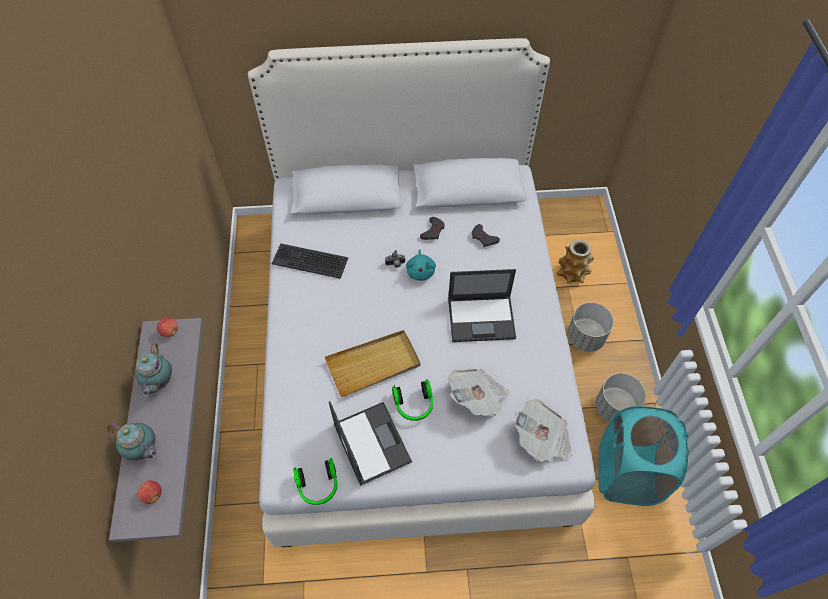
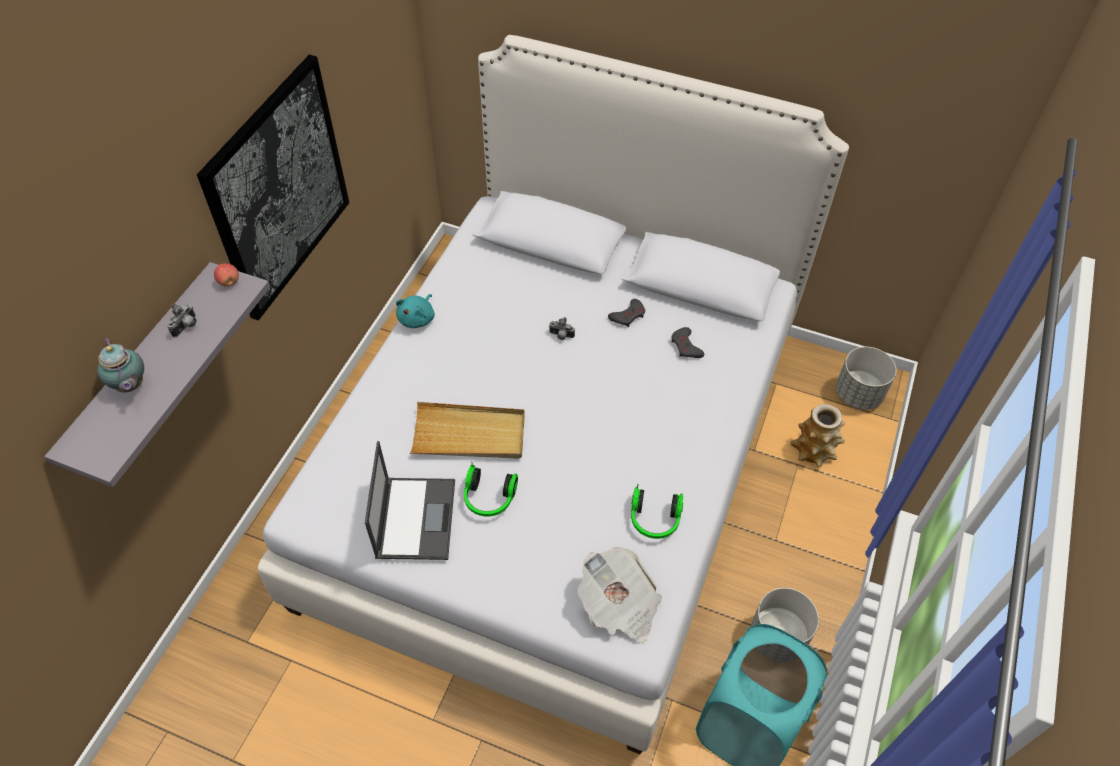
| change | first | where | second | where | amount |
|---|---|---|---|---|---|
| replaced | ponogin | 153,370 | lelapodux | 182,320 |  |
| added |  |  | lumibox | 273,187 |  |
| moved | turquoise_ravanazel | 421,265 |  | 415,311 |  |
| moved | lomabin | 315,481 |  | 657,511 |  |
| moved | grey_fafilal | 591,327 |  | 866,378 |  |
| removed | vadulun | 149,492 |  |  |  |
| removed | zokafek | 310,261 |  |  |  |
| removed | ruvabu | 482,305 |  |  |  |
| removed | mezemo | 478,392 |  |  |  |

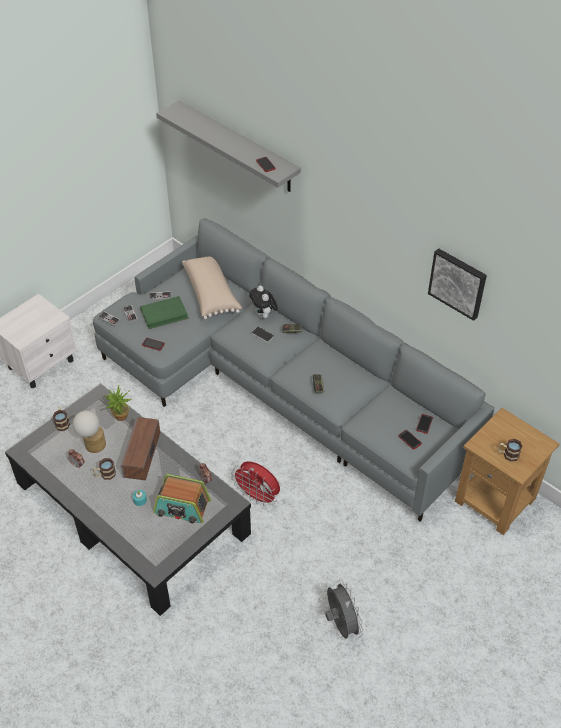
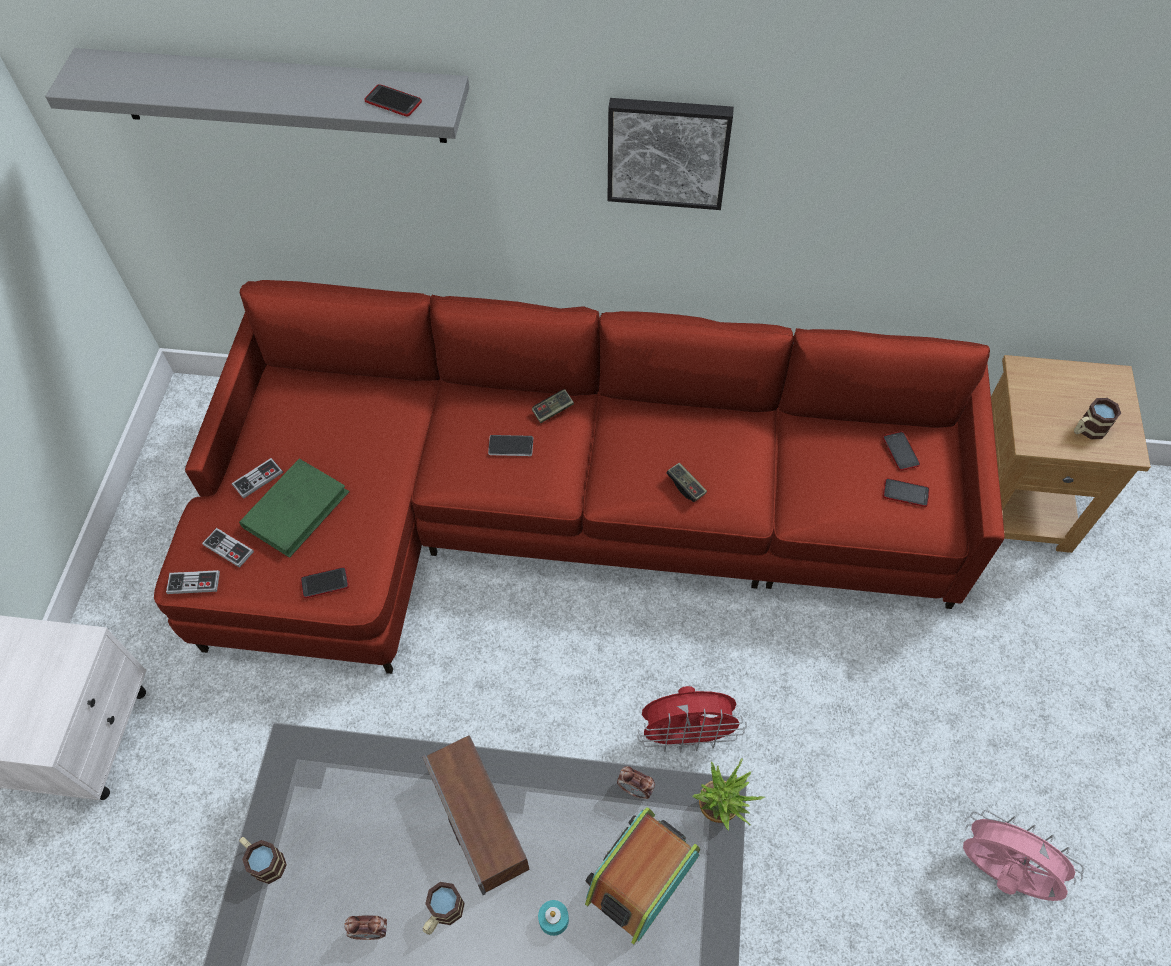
| change | first | where | second | where | amount |
|---|---|---|---|---|---|
| recoloured | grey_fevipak | 294,370 | red_fevipak | 579,477 |  |
| turned | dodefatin | 182,498 |  | 643,876 | 150 degrees clockwise |
| moved | lumibox | 457,284 |  | 671,154 |  |
| moved | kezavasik | 118,403 |  | 728,794 |  |
| recoloured | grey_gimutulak | 344,609 | pink_gimutulak | 1023,855 |  |
| removed | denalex | 89,432 |  |  |  |
| removed | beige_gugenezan | 212,287 |  |  |  |
| removed | ravanazel | 263,302 |  |  |  |

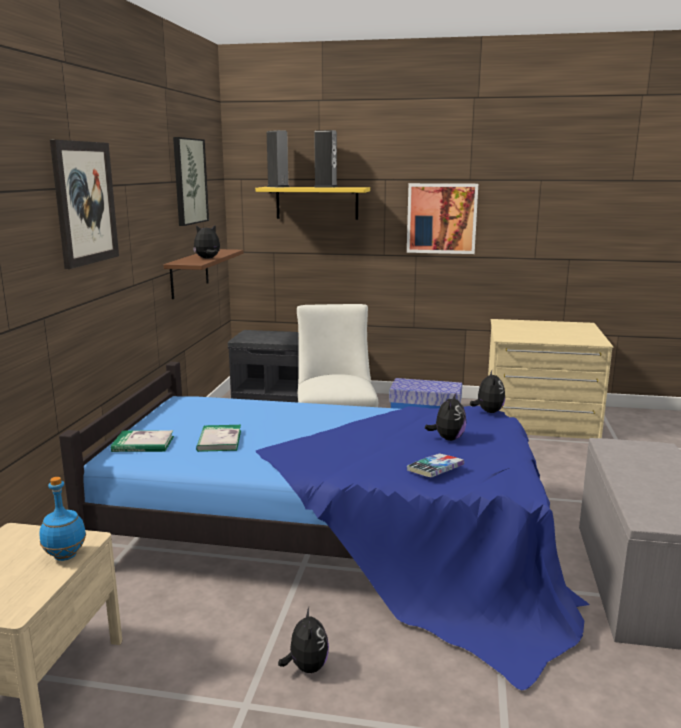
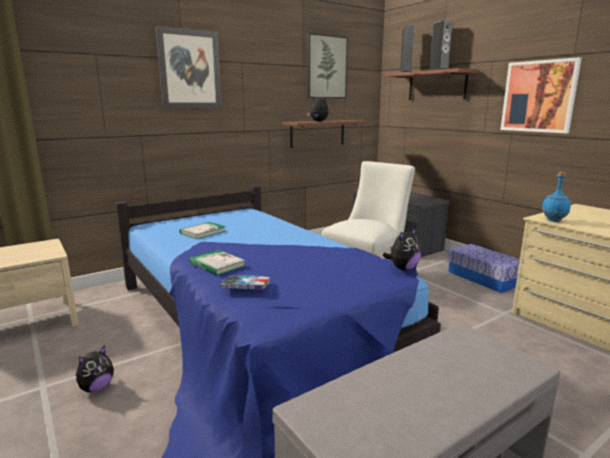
| change | first | where | second | where | amount |
|---|---|---|---|---|---|
| moved | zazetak | 142,441 |  | 217,263 |  |
| recoloured | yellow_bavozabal | 312,203 | brown_bavozabal | 431,84 |  |
| moved | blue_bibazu | 62,519 |  | 556,197 |  |
| removed | ravanazel | 445,417 |  |  |  |

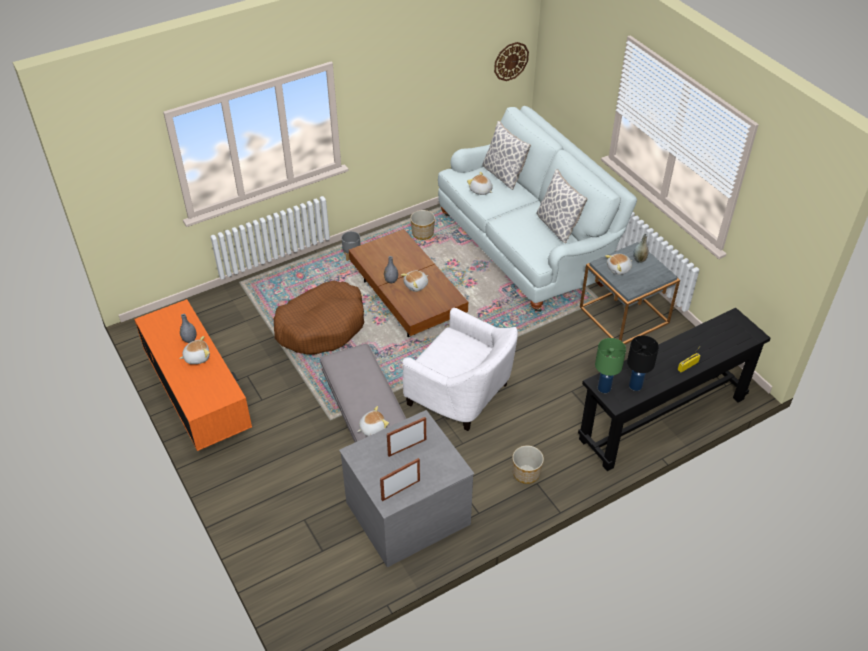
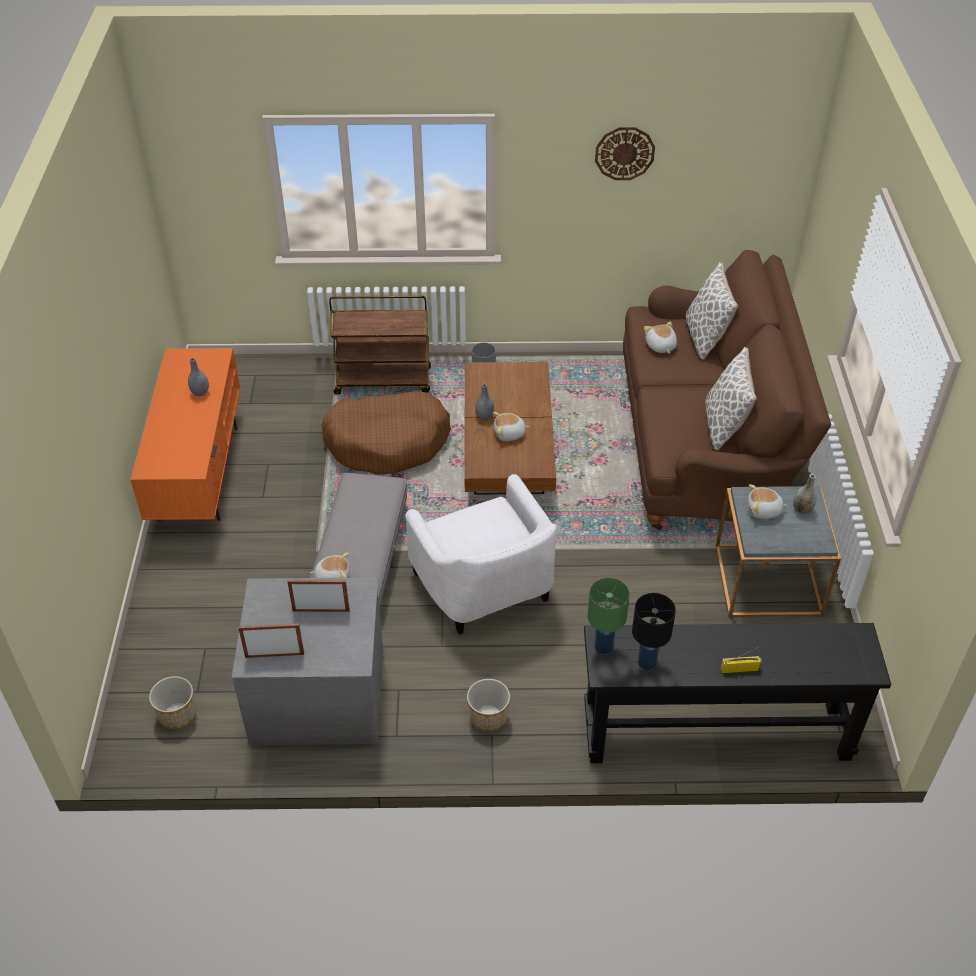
| change | first | where | second | where | amount |
|---|---|---|---|---|---|
| moved | fafilal | 422,225 |  | 172,702 |  |
| added |  |  | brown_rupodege | 380,345 |  |
| moved | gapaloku | 511,61 |  | 625,153 |  |
| recoloured | white_fevipak | 537,209 | brown_fevipak | 727,390 |  |
| removed | ravanazel | 194,350 |  |  |  |

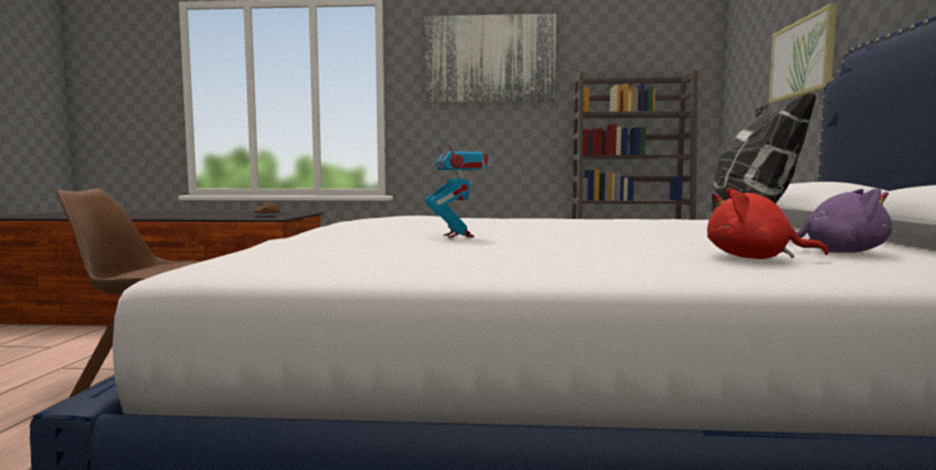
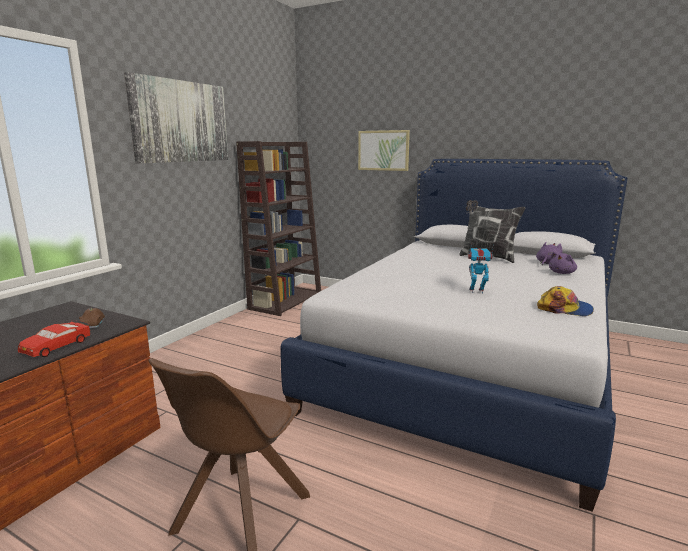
| change | first | where | second | where | amount |
|---|---|---|---|---|---|
| added |  |  | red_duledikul | 54,338 |  |
| added |  |  | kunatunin | 565,301 |  |
| recoloured | red_ravanazel | 768,223 | purple_ravanazel | 563,263 |  |

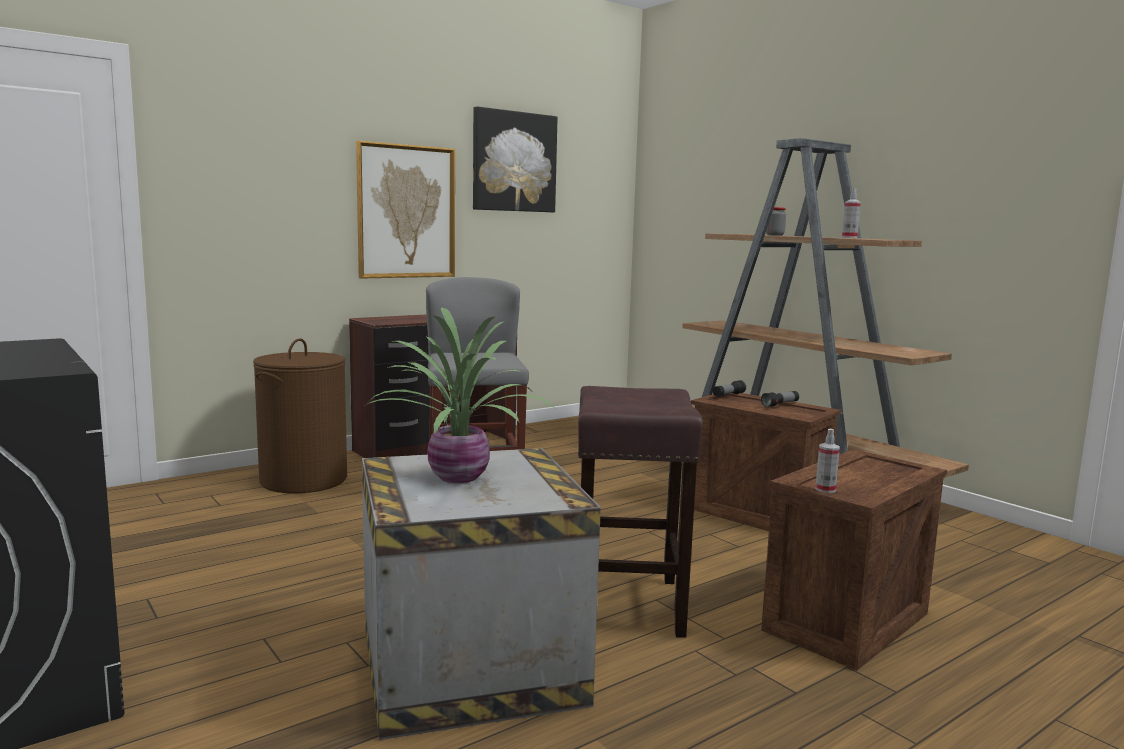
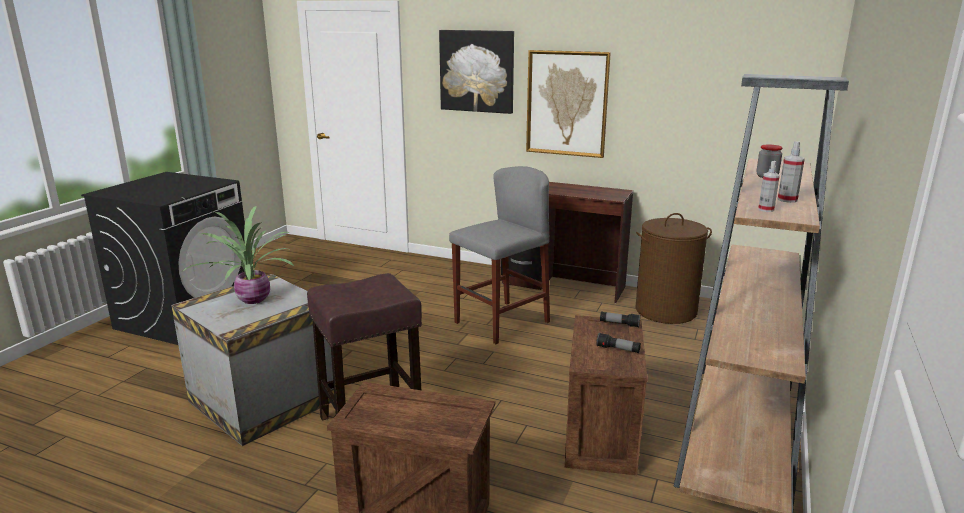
| change | first | where | second | where | amount |
|---|---|---|---|---|---|
| moved | lumibox | 515,159 |  | 476,72 |  |
| moved | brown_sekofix | 300,415 |  | 674,268 |  |
| moved | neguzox | 827,461 |  | 769,186 |  |

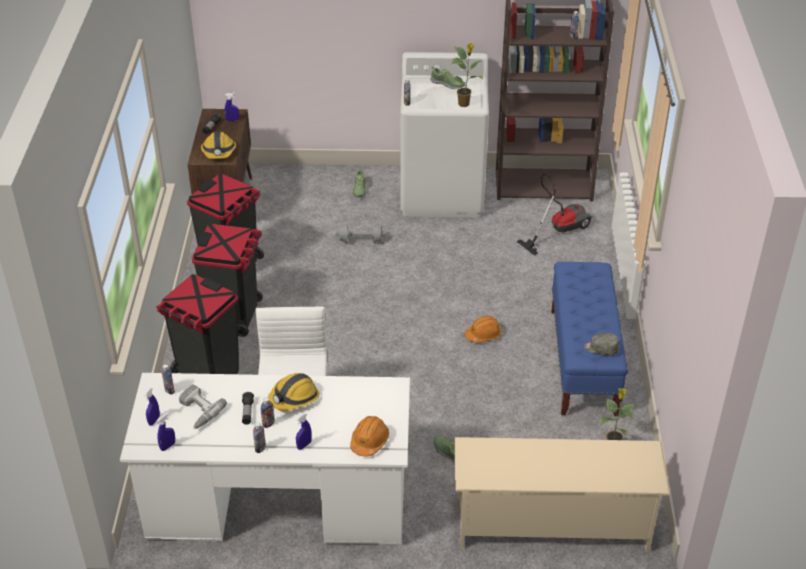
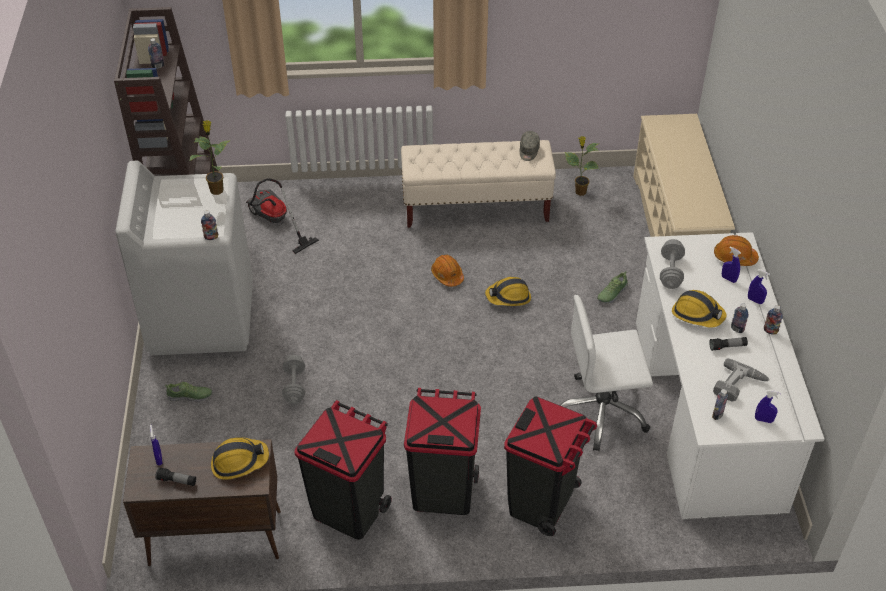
| change | first | where | second | where | amount |
|---|---|---|---|---|---|
| recoloured | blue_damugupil | 589,339 | beige_damugupil | 478,184 |  |
| added |  |  | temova | 508,291 |  |
| added |  |  | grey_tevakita | 672,264 |  |
| moved | blue_neguzox | 166,432 |  | 731,265 |  |
| removed | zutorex | 447,78 |  |  |  |

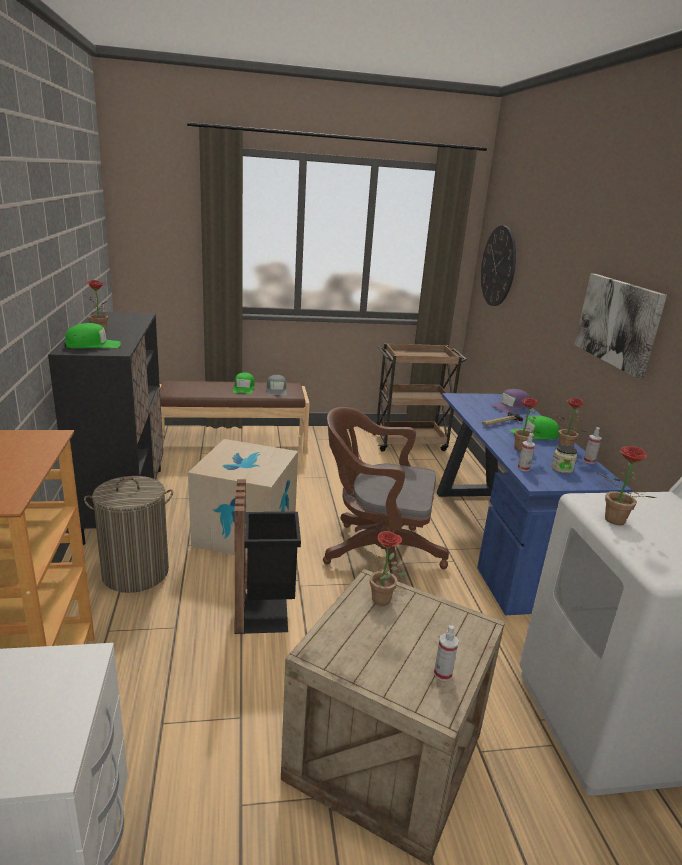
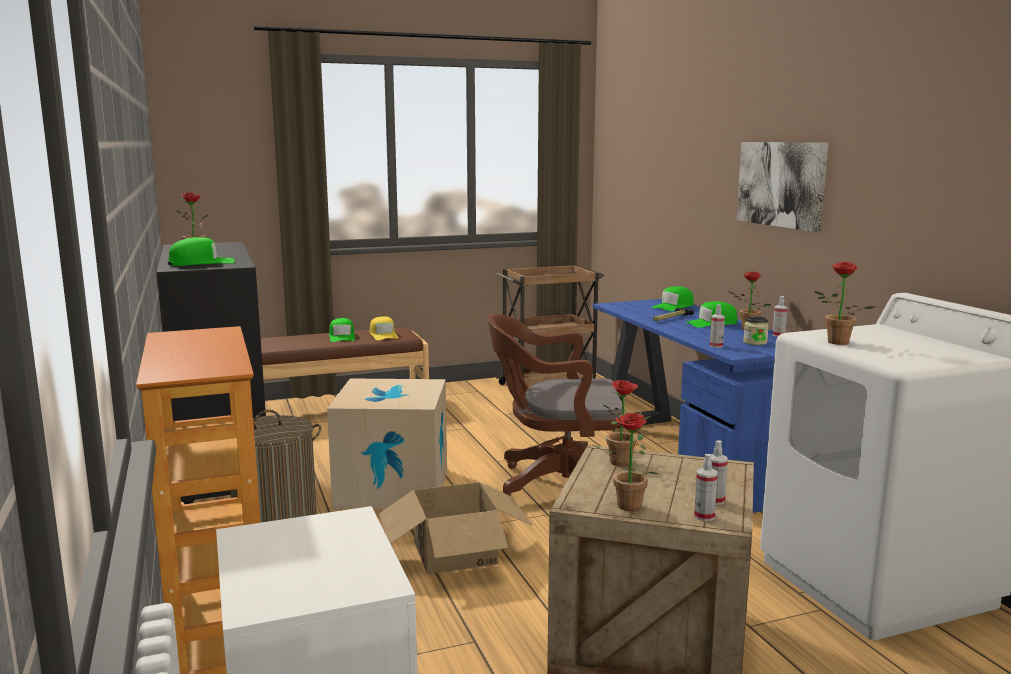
| change | first | where | second | where | amount |
|---|---|---|---|---|---|
| recoloured | grey_kunatunin | 277,385 | yellow_kunatunin | 384,328 |  |
| replaced | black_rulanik | 267,556 | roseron | 456,528 |  |
| moved | kezavasik | 522,424 |  | 625,462 |  |
| recoloured | purple_kunatunin | 510,401 | green_kunatunin | 672,298 |  |
| added |  |  | neguzox | 705,487 |  |
| removed | gapaloku | 498,265 |  |  |  |

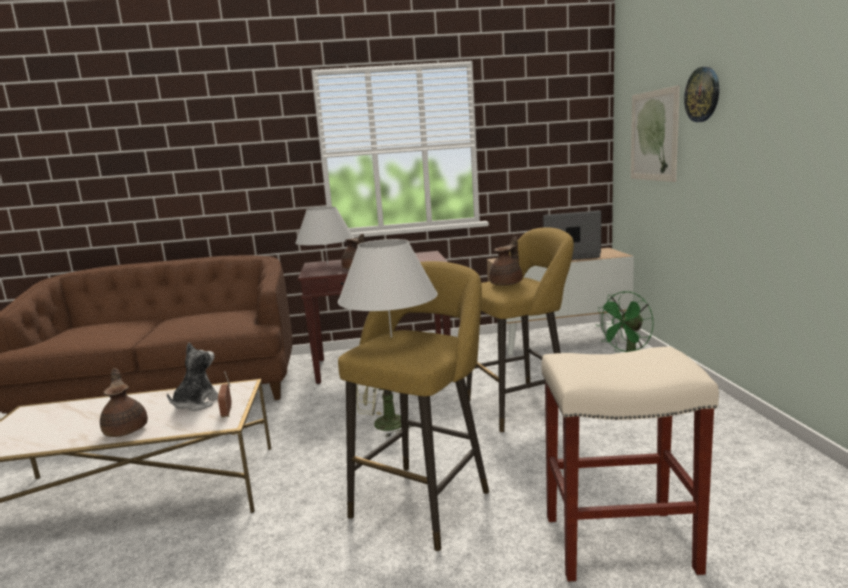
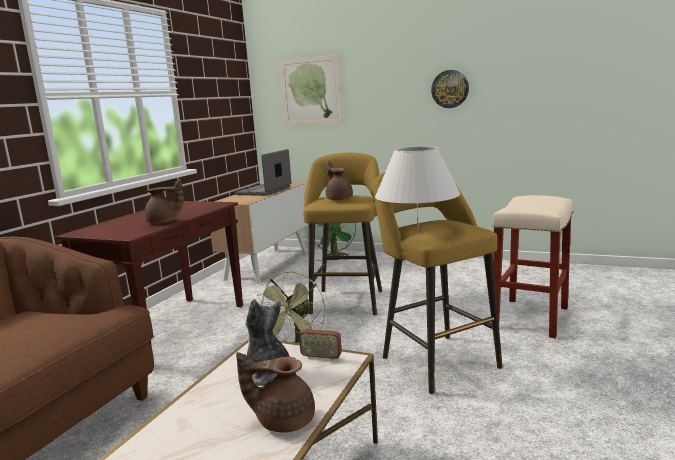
| change | first | where | second | where | amount |
|---|---|---|---|---|---|
| moved | gapaloku | 701,94 |  | 450,89 |  |
| removed | white_denalex | 324,236 |  |  |  |

